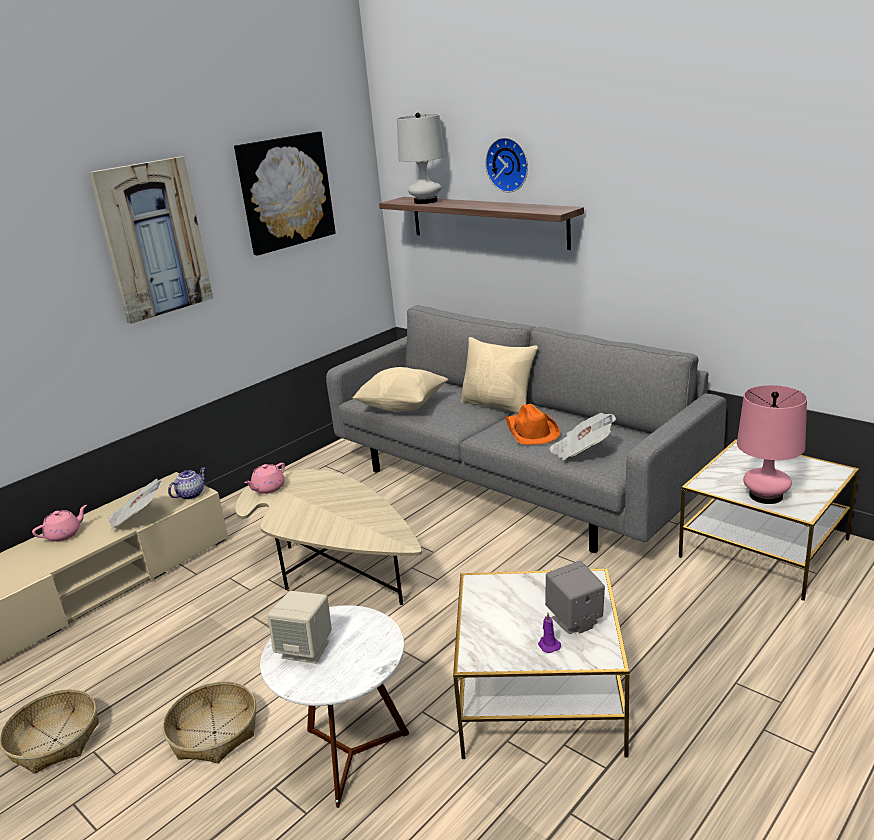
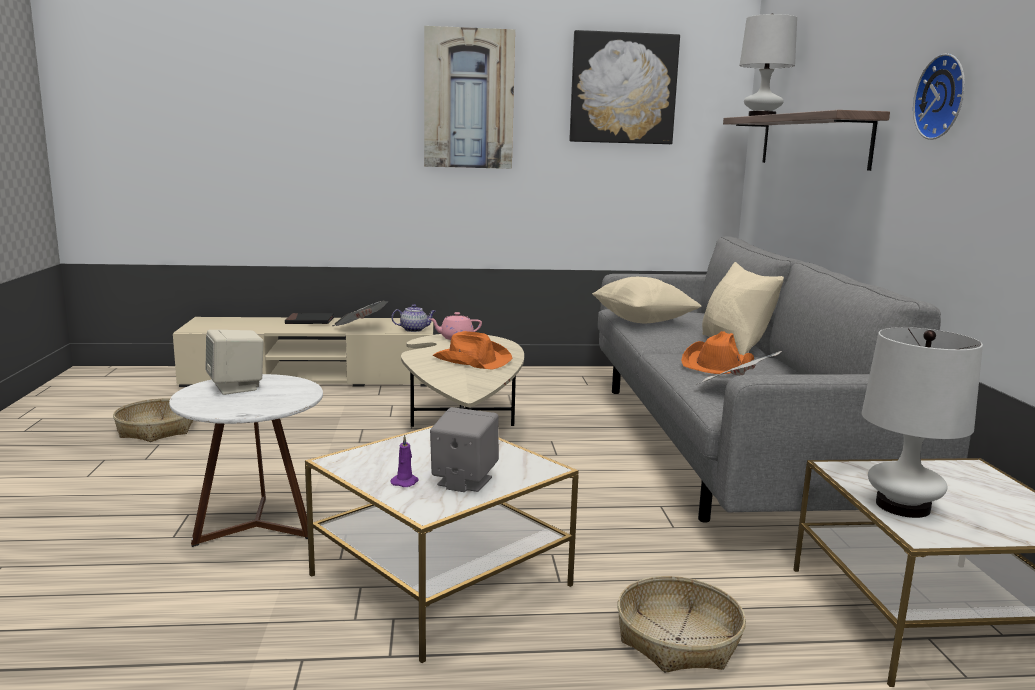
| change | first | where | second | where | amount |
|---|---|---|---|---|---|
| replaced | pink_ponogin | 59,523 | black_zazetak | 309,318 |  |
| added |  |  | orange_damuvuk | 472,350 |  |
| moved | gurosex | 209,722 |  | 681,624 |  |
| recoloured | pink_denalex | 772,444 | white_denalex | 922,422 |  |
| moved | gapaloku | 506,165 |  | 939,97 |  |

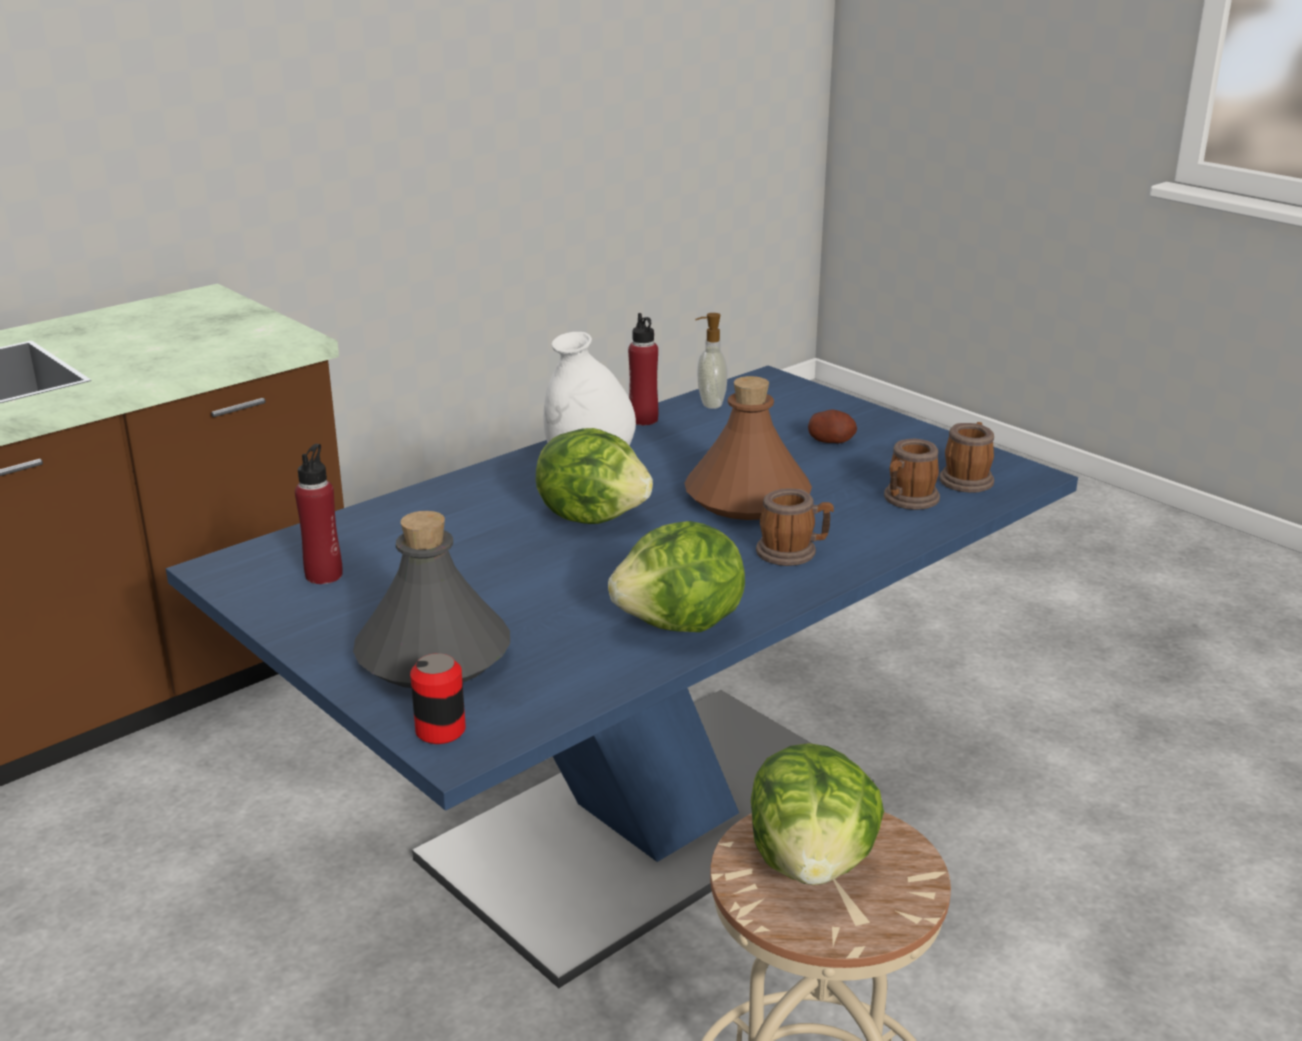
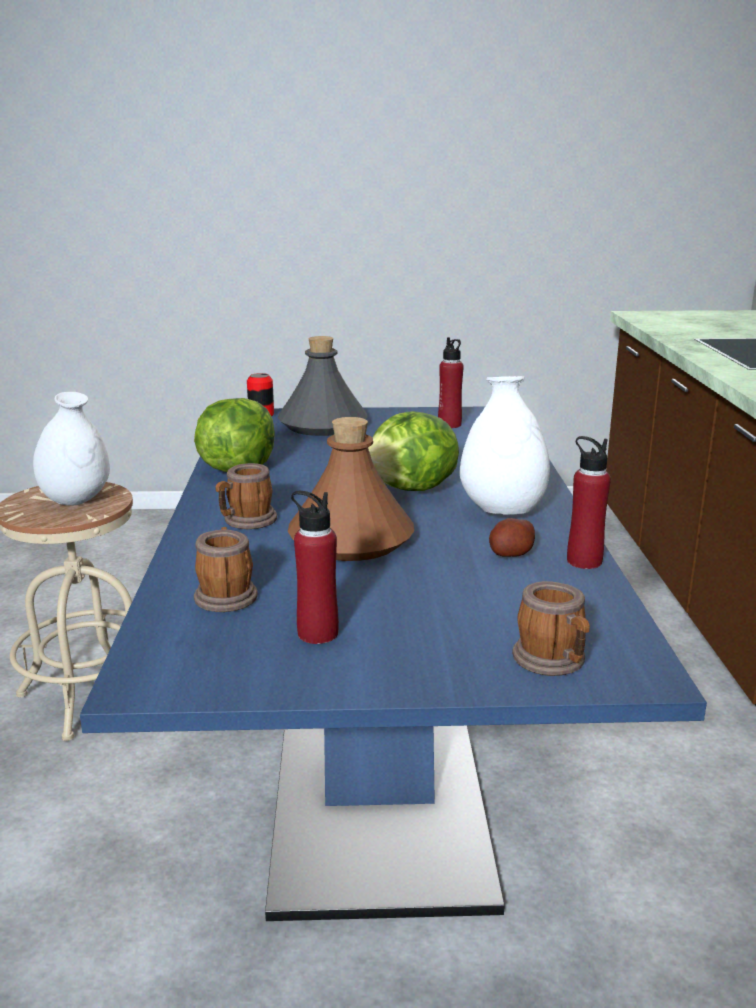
| change | first | where | second | where | amount |
|---|---|---|---|---|---|
| replaced | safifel | 817,814 | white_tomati | 71,449 |  |
| added |  |  | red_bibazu | 315,567 |  |
| moved | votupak | 832,426 |  | 512,537 |  |
| moved | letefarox | 966,457 |  | 551,628 |  |
| removed | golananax | 711,361 |  |  |  |

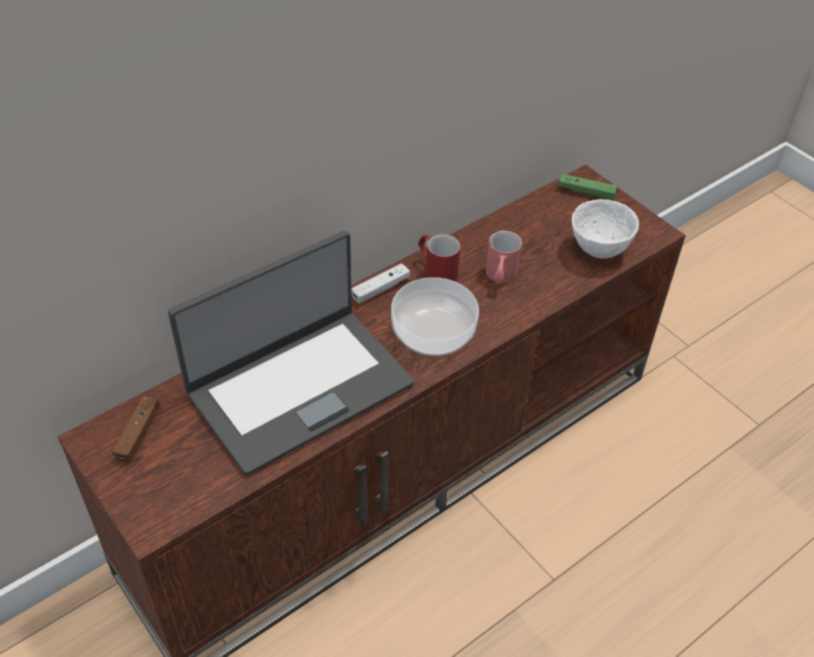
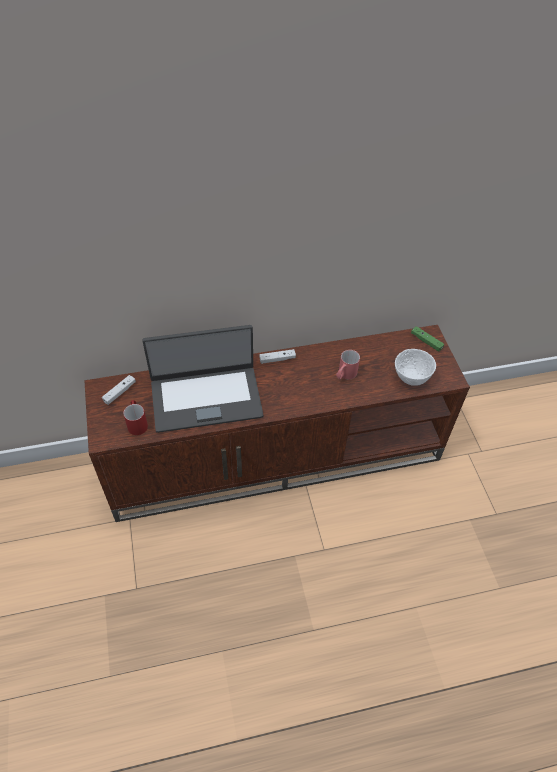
| change | first | where | second | where | amount |
|---|---|---|---|---|---|
| recoloured | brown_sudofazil | 136,429 | white_sudofazil | 119,390 |  |
| moved | red_letefarox | 439,258 |  | 135,417 |  |
| removed | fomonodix | 435,316 |  |  |  |

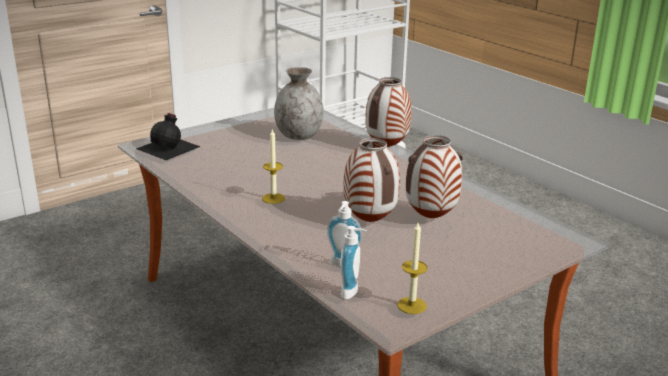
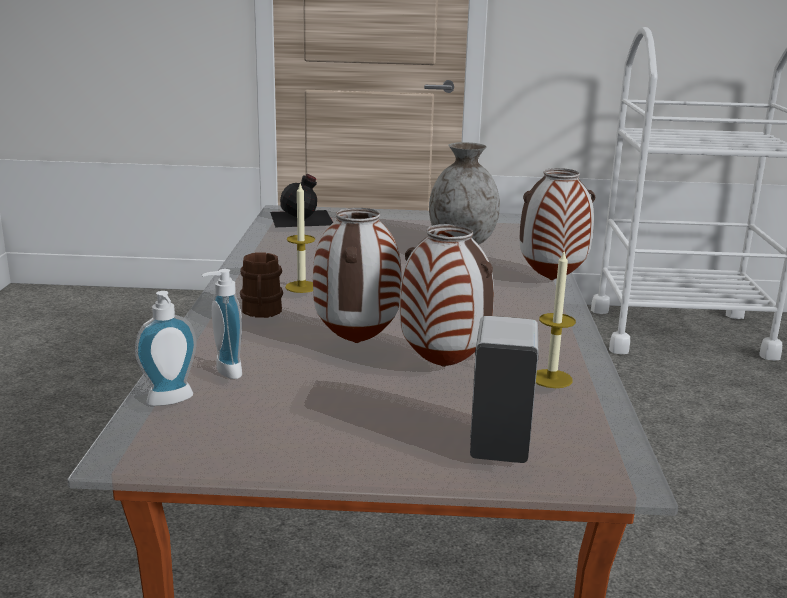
| change | first | where | second | where | amount |
|---|---|---|---|---|---|
| added |  |  | brown_letefarox | 261,285 |  |
| added |  |  | white_golananax | 504,389 |  |
| moved | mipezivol | 412,268 |  | 556,320 |  |

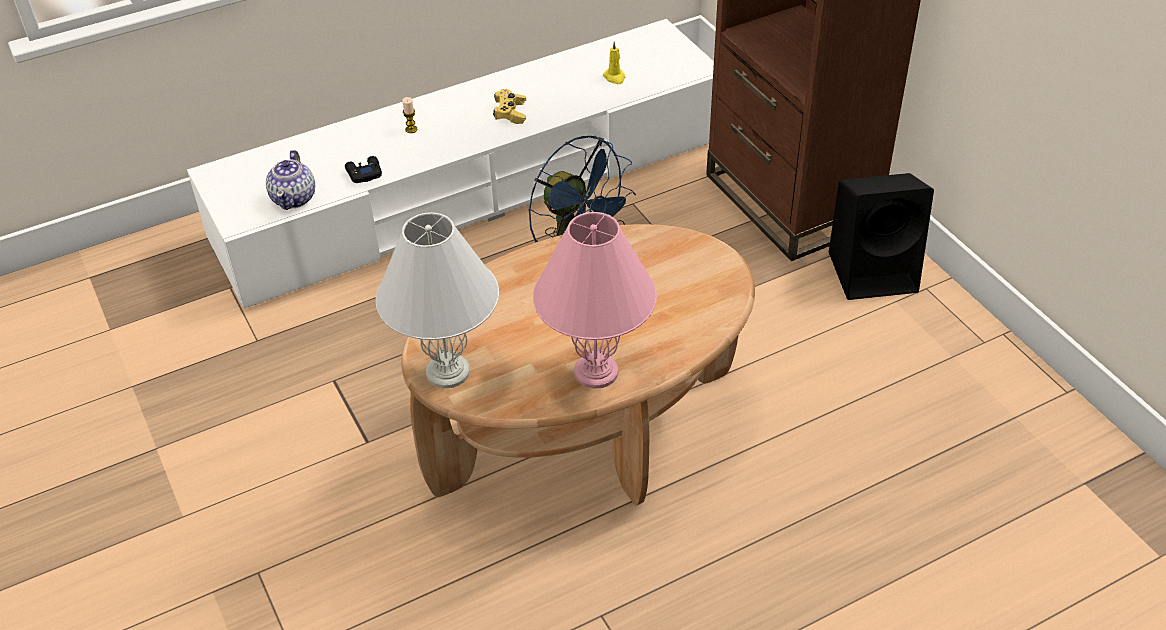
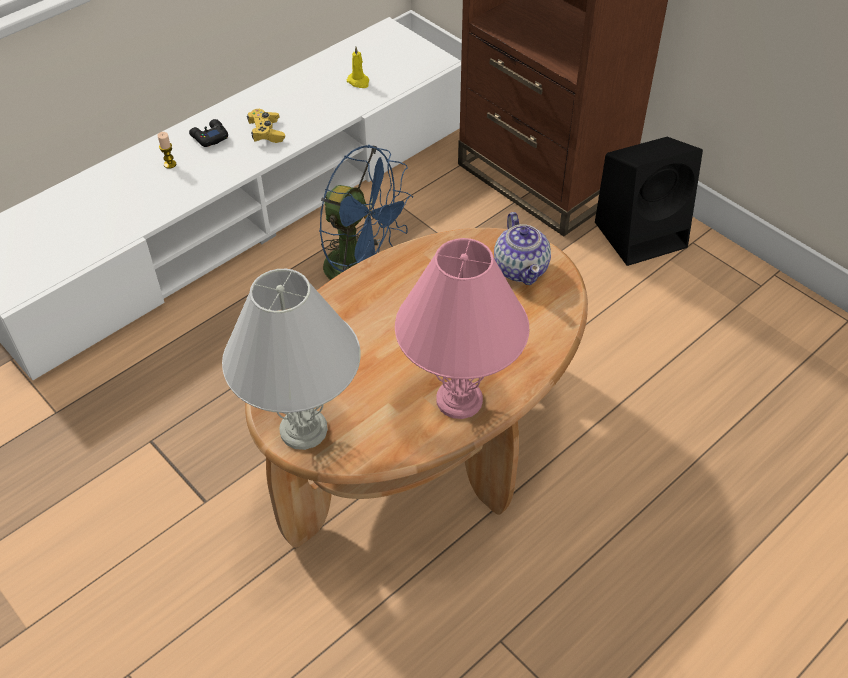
| change | first | where | second | where | amount |
|---|---|---|---|---|---|
| moved | black_sudofazil | 363,169 |  | 208,133 |  |
| moved | ponogin | 290,180 |  | 522,248 |  |

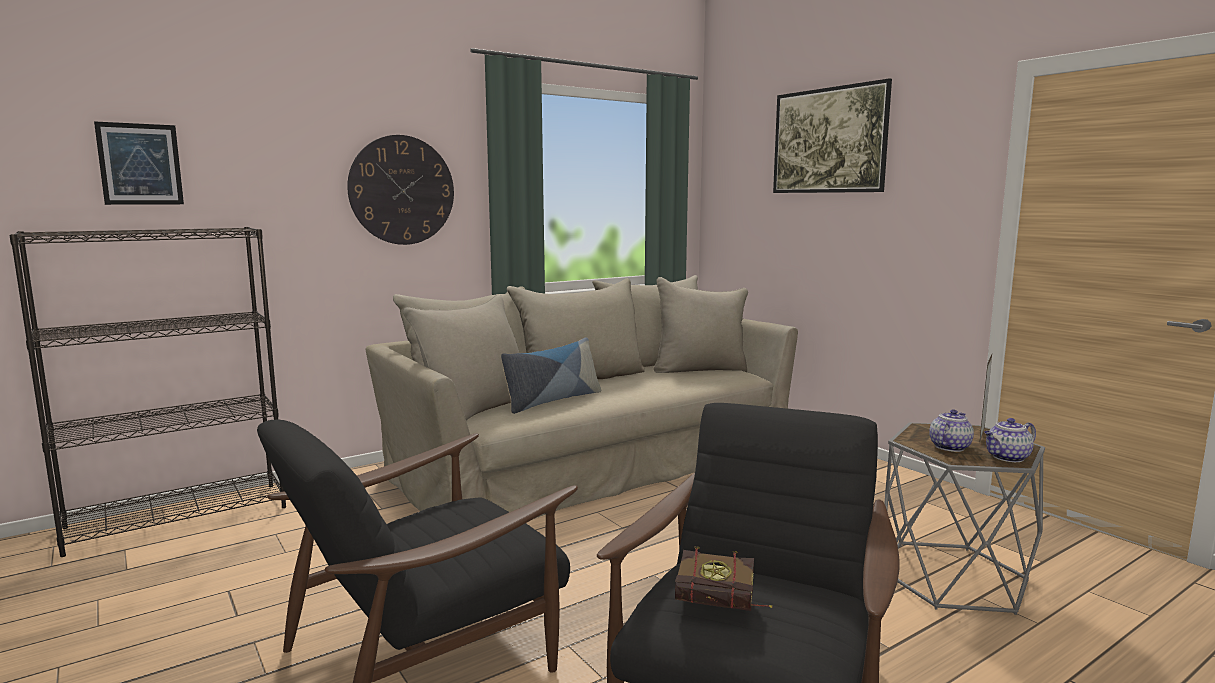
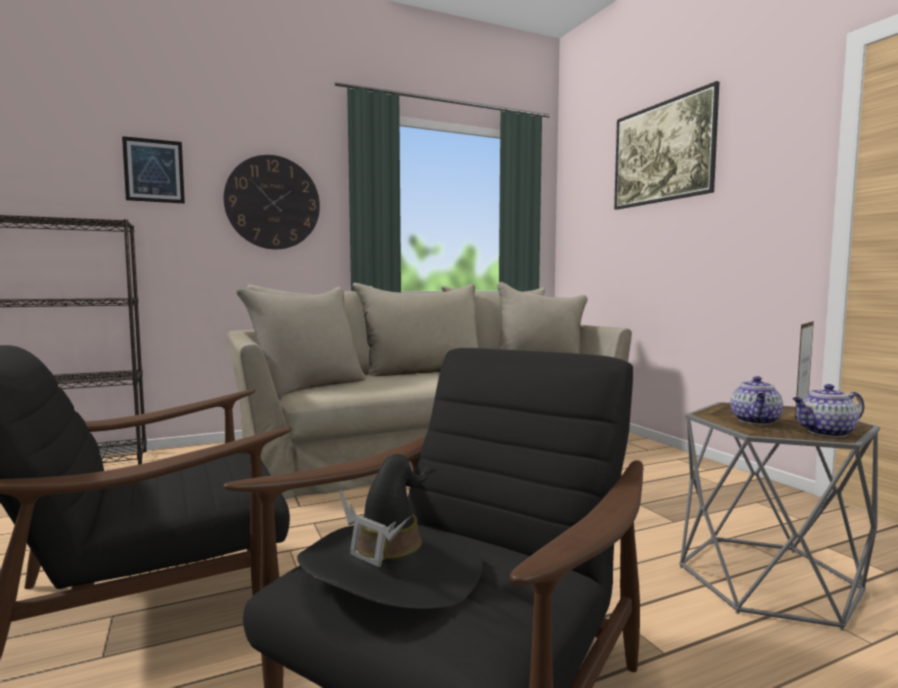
| change | first | where | second | where | amount |
|---|---|---|---|---|---|
| moved | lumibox | 139,163 |  | 153,170 |  |
| replaced | zazetak | 723,579 | black_damuvuk | 390,531 |  |
| turned | ponogin | 951,430 |  | 756,400 | 150 degrees clockwise |
| removed | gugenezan | 551,375 |  |  |  |

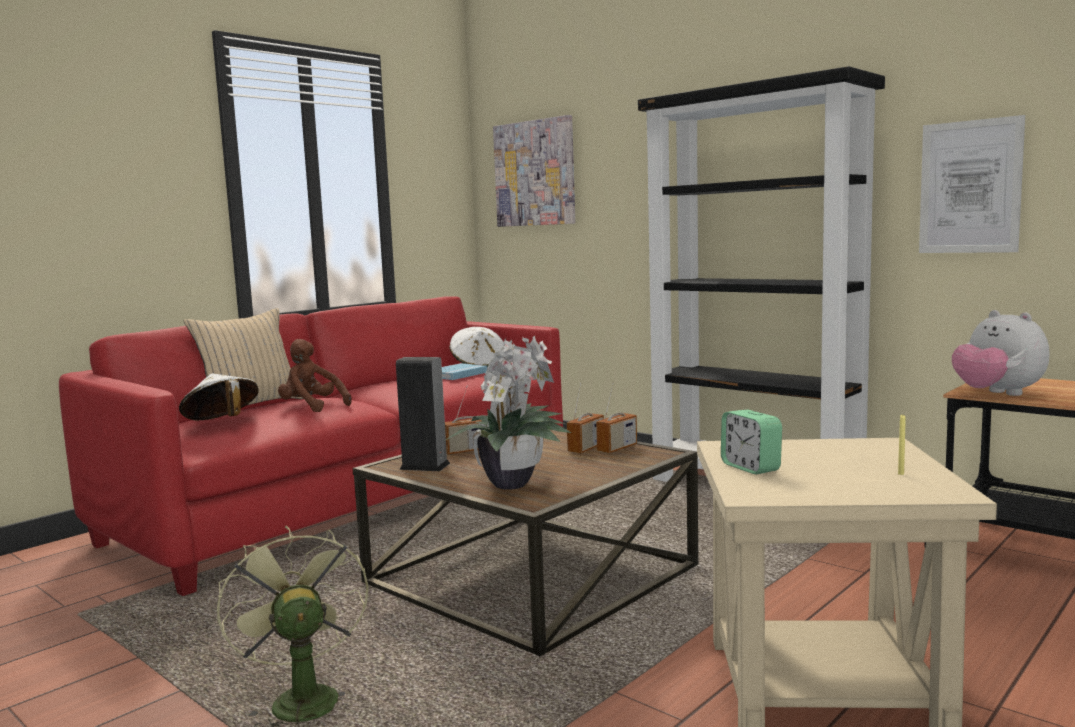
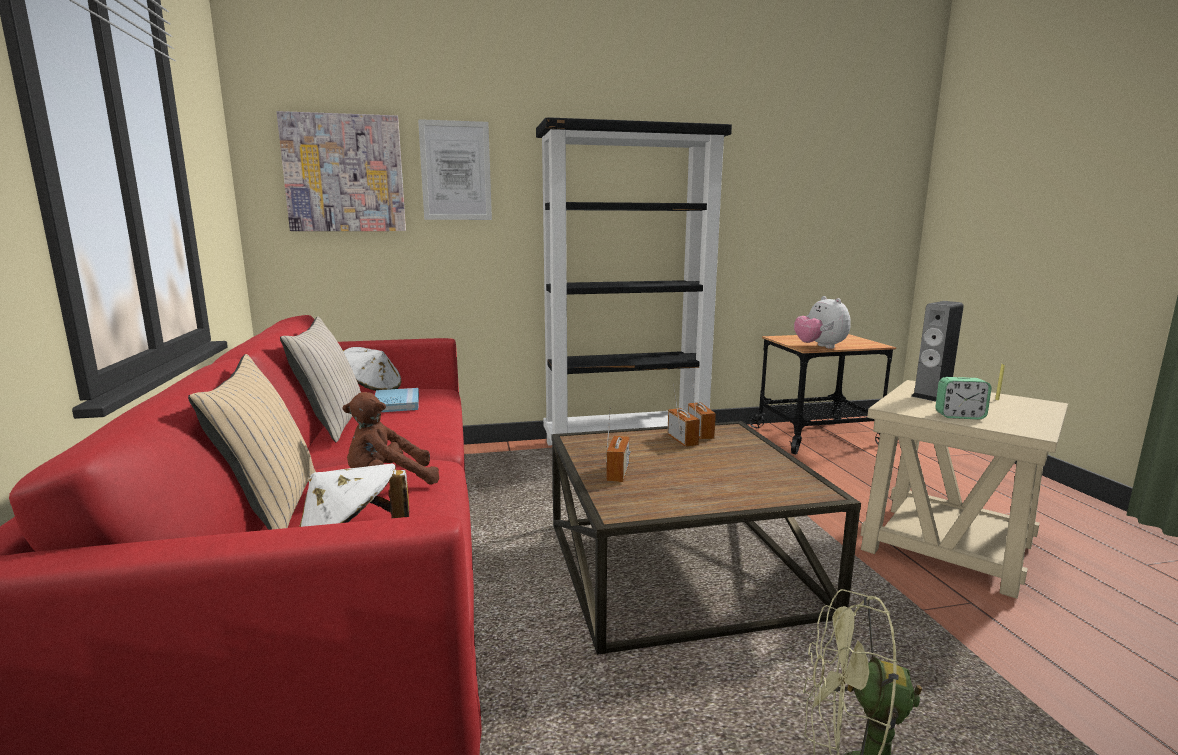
| change | first | where | second | where | amount |
|---|---|---|---|---|---|
| added |  |  | beige_gugenezan | 320,379 |  |
| moved | lumibox | 972,184 |  | 455,169 |  |
| turned | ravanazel | 1001,353 |  | 822,322 | 60 degrees clockwise |
| moved | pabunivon | 423,414 |  | 937,351 |  |
| removed | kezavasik | 508,413 |  |  |  |

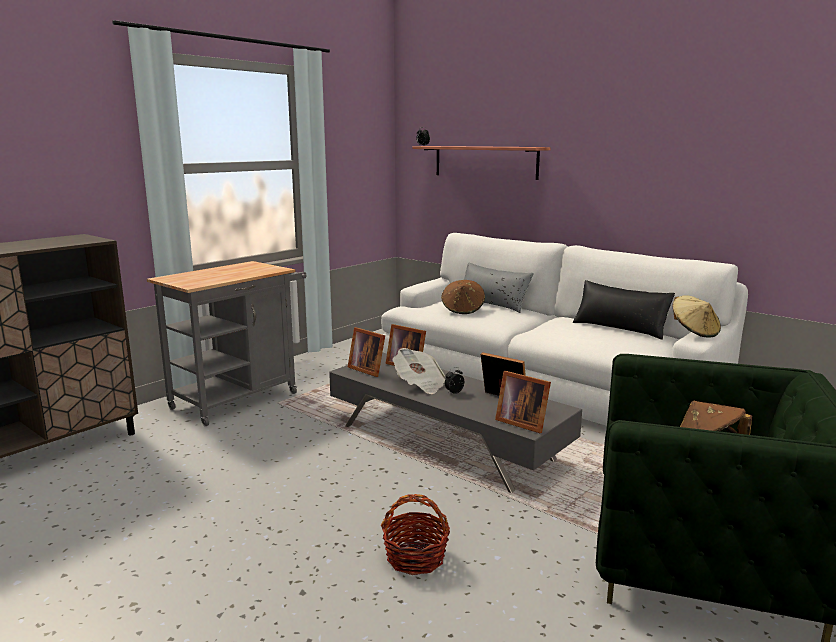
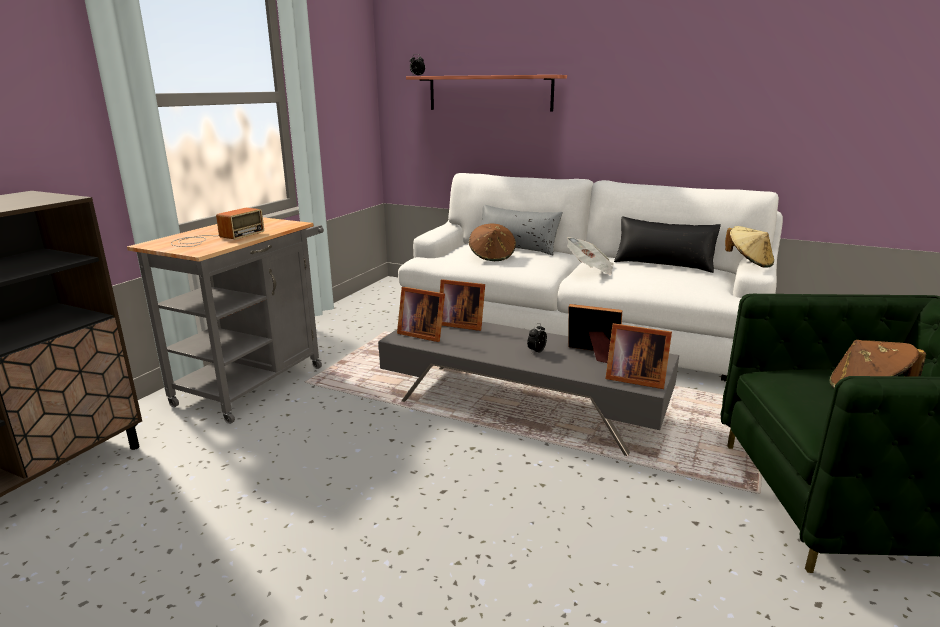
| change | first | where | second | where | amount |
|---|---|---|---|---|---|
| added |  |  | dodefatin | 217,227 |  |
| moved | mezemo | 418,371 |  | 590,255 |  |
| removed | gurosex | 415,534 |  |  |  |

